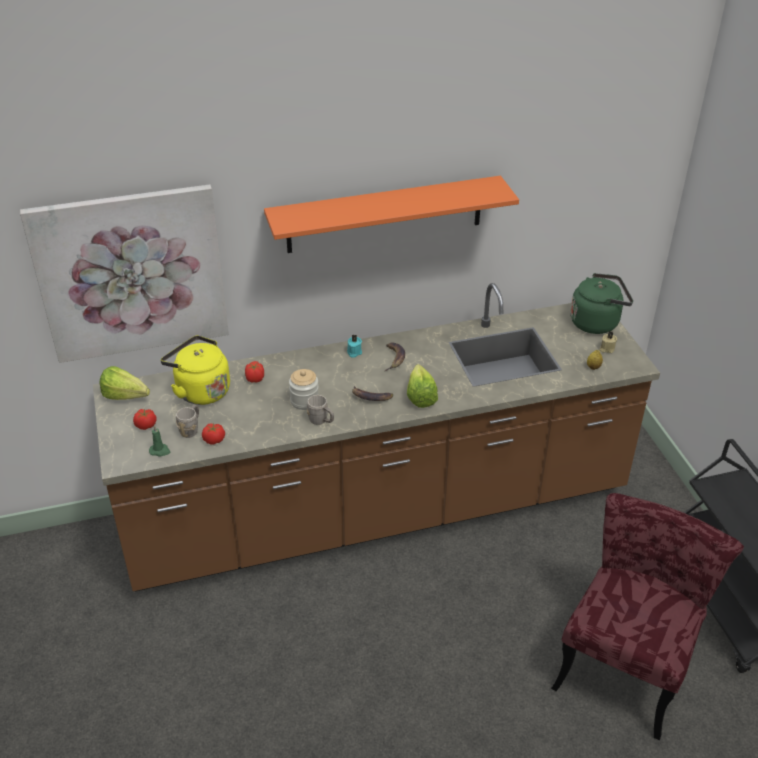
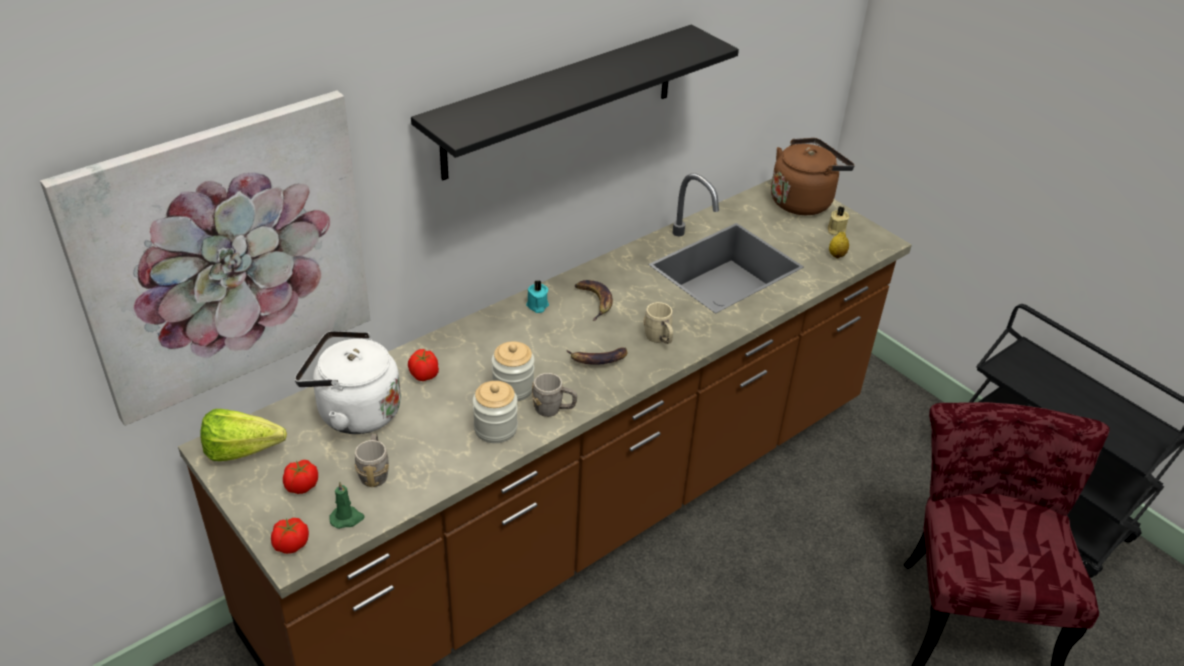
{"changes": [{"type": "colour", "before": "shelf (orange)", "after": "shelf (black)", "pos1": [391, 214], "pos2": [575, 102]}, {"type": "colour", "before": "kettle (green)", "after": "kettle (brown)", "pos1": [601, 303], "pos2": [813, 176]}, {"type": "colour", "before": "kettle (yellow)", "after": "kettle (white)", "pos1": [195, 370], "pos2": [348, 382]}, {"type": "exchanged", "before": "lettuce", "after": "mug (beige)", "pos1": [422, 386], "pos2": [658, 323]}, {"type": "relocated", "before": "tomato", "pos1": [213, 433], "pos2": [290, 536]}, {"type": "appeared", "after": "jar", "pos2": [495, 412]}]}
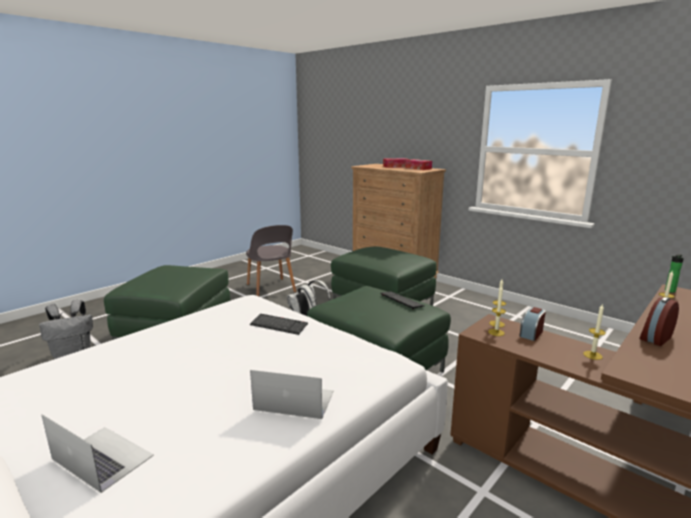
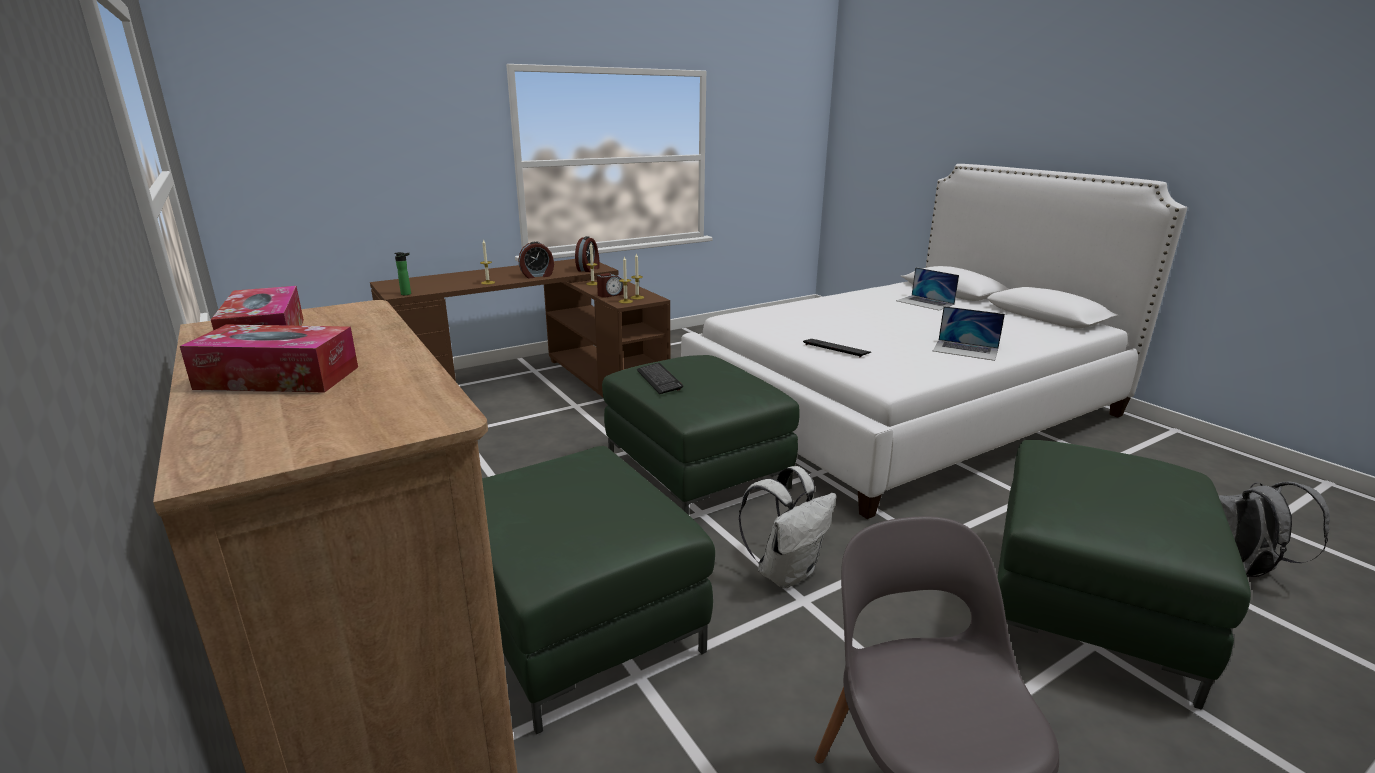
{"changes": [{"type": "relocated", "before": "laptop", "pos1": [292, 394], "pos2": [969, 333]}, {"type": "appeared", "after": "alarm clock", "pos2": [587, 254]}]}
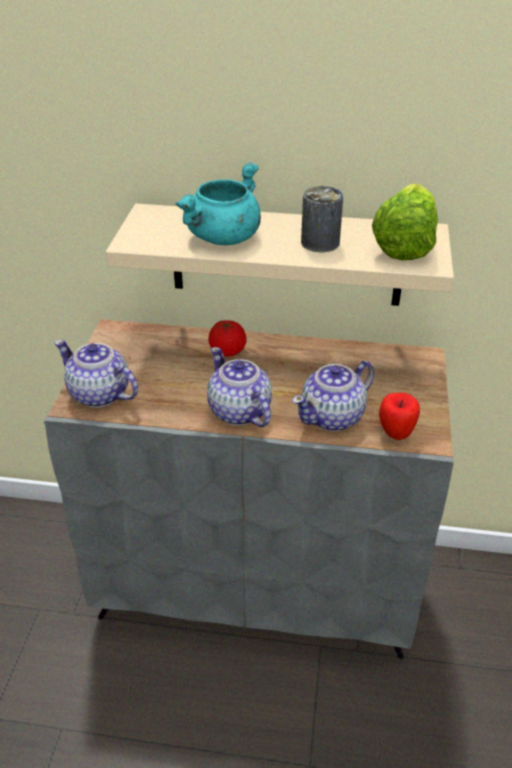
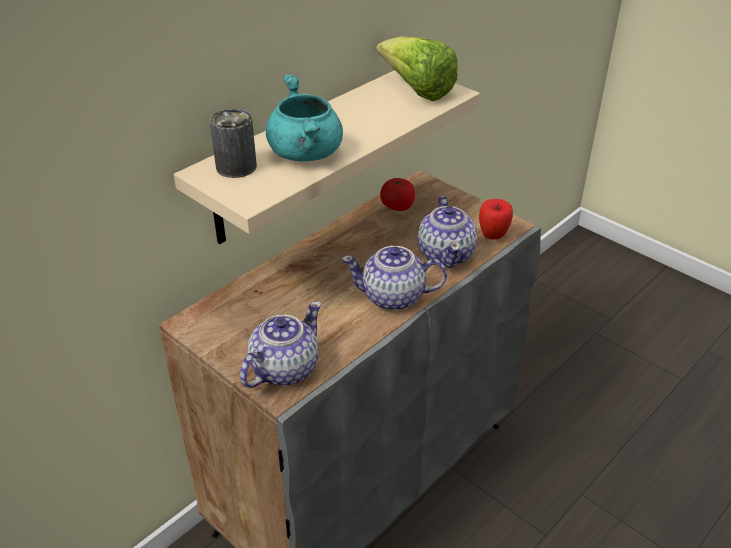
{"changes": [{"type": "relocated", "before": "can", "pos1": [322, 219], "pos2": [233, 143]}, {"type": "relocated", "before": "tomato", "pos1": [228, 338], "pos2": [397, 194]}, {"type": "spun", "before": "teapot", "pos1": [96, 374], "pos2": [281, 344], "turn": 150}]}
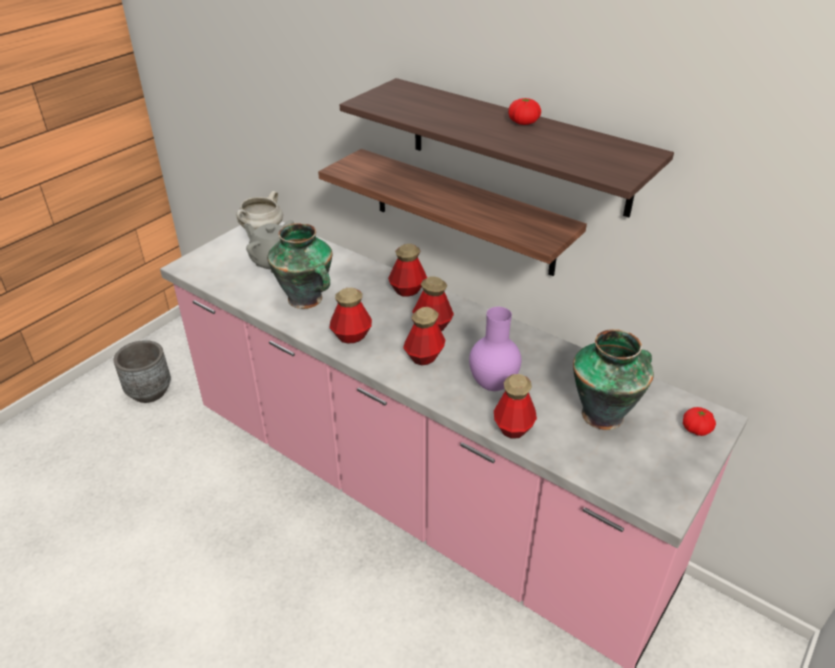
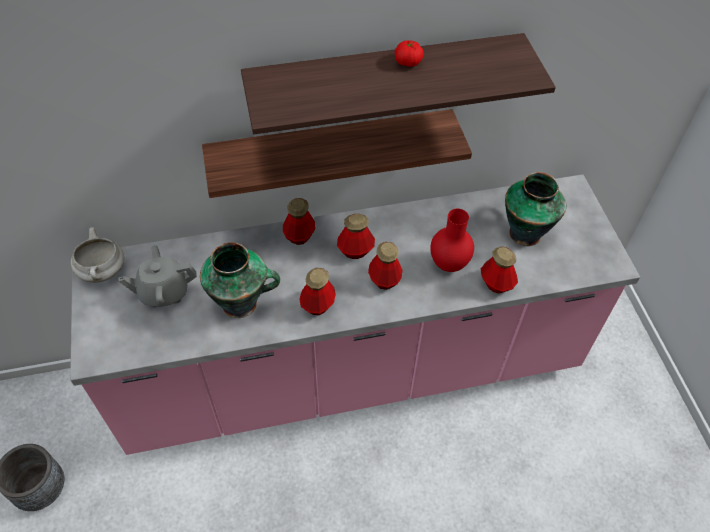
{"changes": [{"type": "colour", "before": "vase (purple)", "after": "vase (red)", "pos1": [495, 349], "pos2": [452, 240]}, {"type": "missing", "before": "tomato", "pos1": [699, 421]}]}
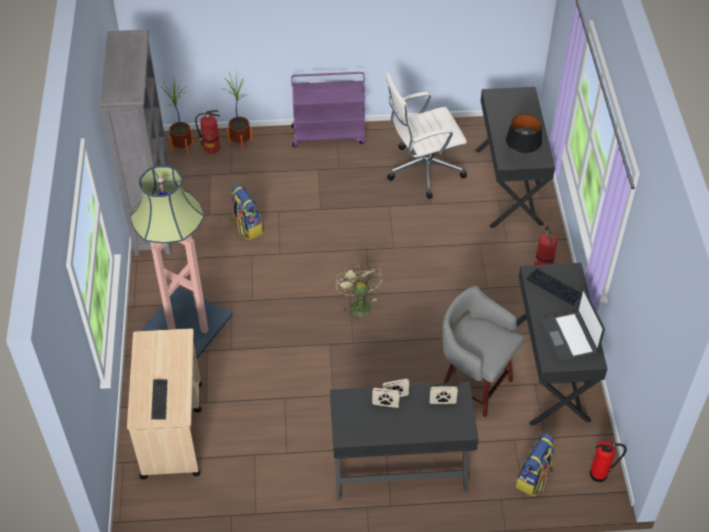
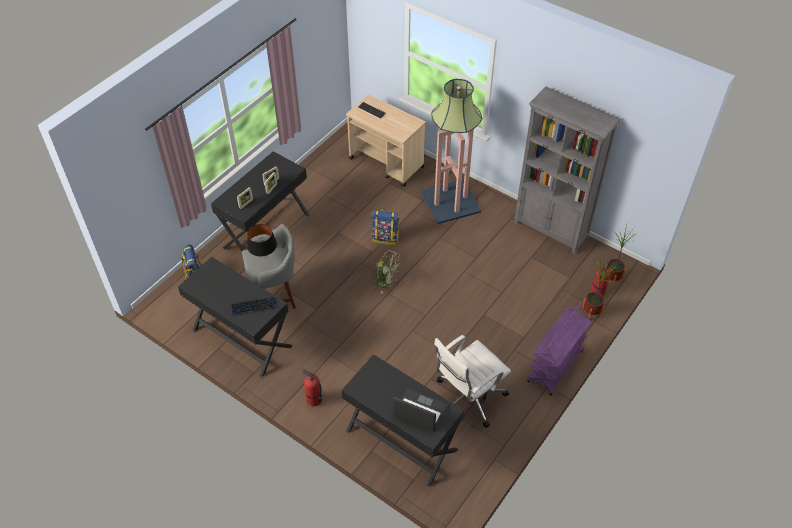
{"changes": [{"type": "spun", "before": "office chair (white)", "pos1": [426, 136], "pos2": [472, 381], "turn": -150}, {"type": "relocated", "before": "table lamp (black)", "pos1": [524, 135], "pos2": [262, 241]}, {"type": "relocated", "before": "backpack", "pos1": [247, 212], "pos2": [385, 227]}, {"type": "relocated", "before": "laptop", "pos1": [573, 324], "pos2": [420, 410]}, {"type": "missing", "before": "fire extinguisher", "pos1": [608, 462]}]}
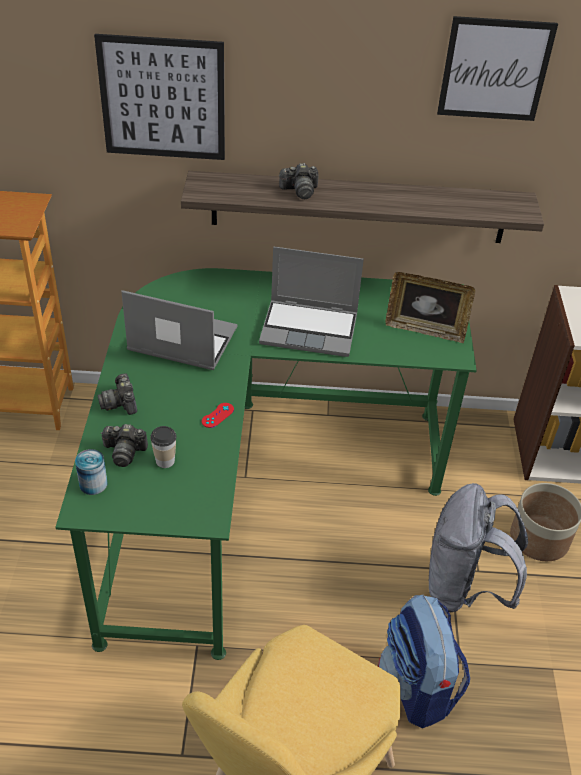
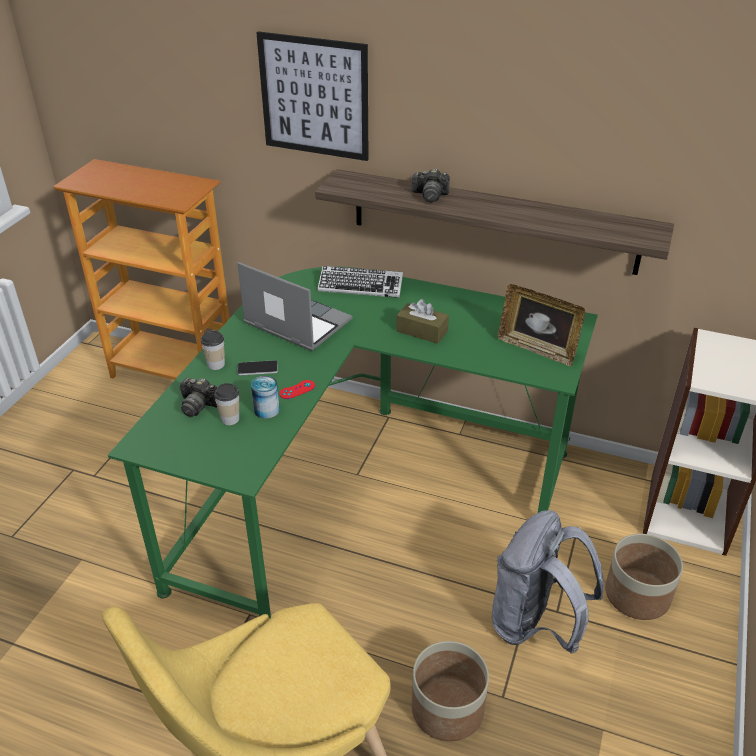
{"changes": [{"type": "missing", "before": "picture", "pos1": [497, 68]}, {"type": "exchanged", "before": "laptop", "after": "tissue box (brown)", "pos1": [311, 302], "pos2": [422, 321]}, {"type": "exchanged", "before": "photo camera", "after": "cup", "pos1": [117, 394], "pos2": [213, 350]}, {"type": "relocated", "before": "can", "pos1": [91, 472], "pos2": [265, 397]}, {"type": "exchanged", "before": "backpack", "after": "planter", "pos1": [424, 661], "pos2": [450, 691]}, {"type": "appeared", "after": "keyboard", "pos2": [360, 282]}, {"type": "appeared", "after": "phone", "pos2": [257, 368]}]}
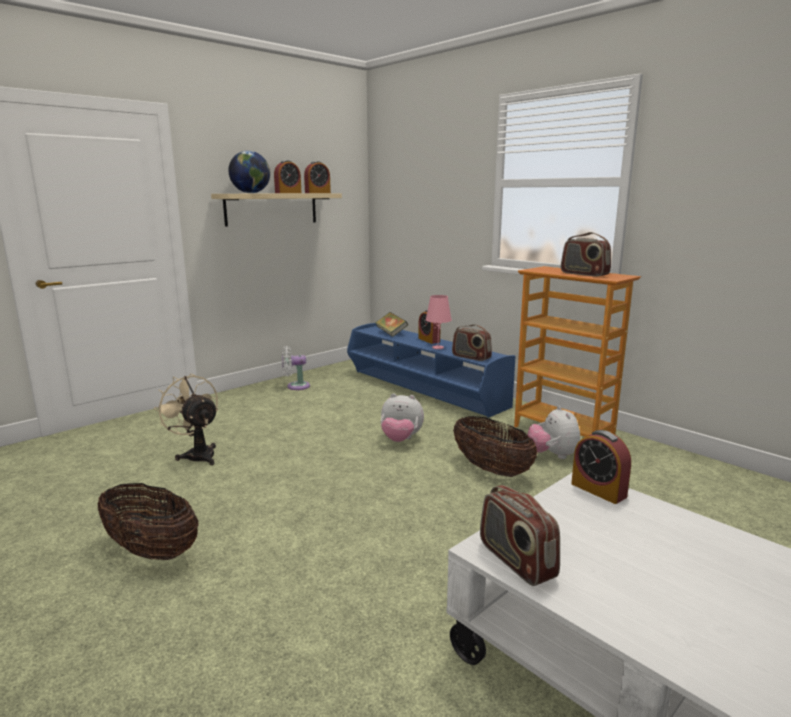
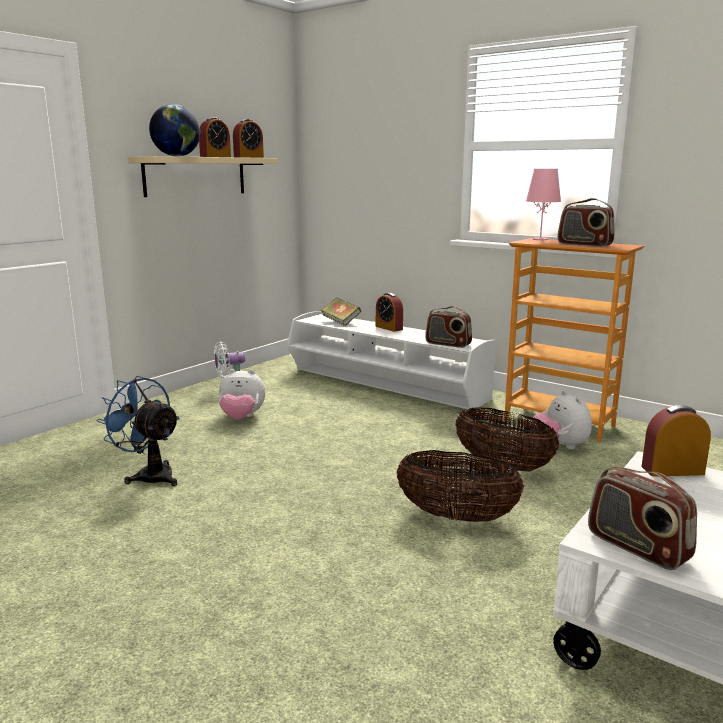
{"changes": [{"type": "relocated", "before": "table lamp (pink)", "pos1": [438, 322], "pos2": [543, 204]}, {"type": "colour", "before": "tv stand (blue)", "after": "tv stand (white)", "pos1": [431, 370], "pos2": [391, 360]}, {"type": "colour", "before": "fan (beige)", "after": "fan (blue)", "pos1": [186, 419], "pos2": [138, 431]}, {"type": "relocated", "before": "plush toy", "pos1": [402, 417], "pos2": [242, 394]}, {"type": "spun", "before": "alarm clock", "pos1": [601, 467], "pos2": [676, 441], "turn": 135}, {"type": "relocated", "before": "basket", "pos1": [148, 521], "pos2": [460, 486]}]}
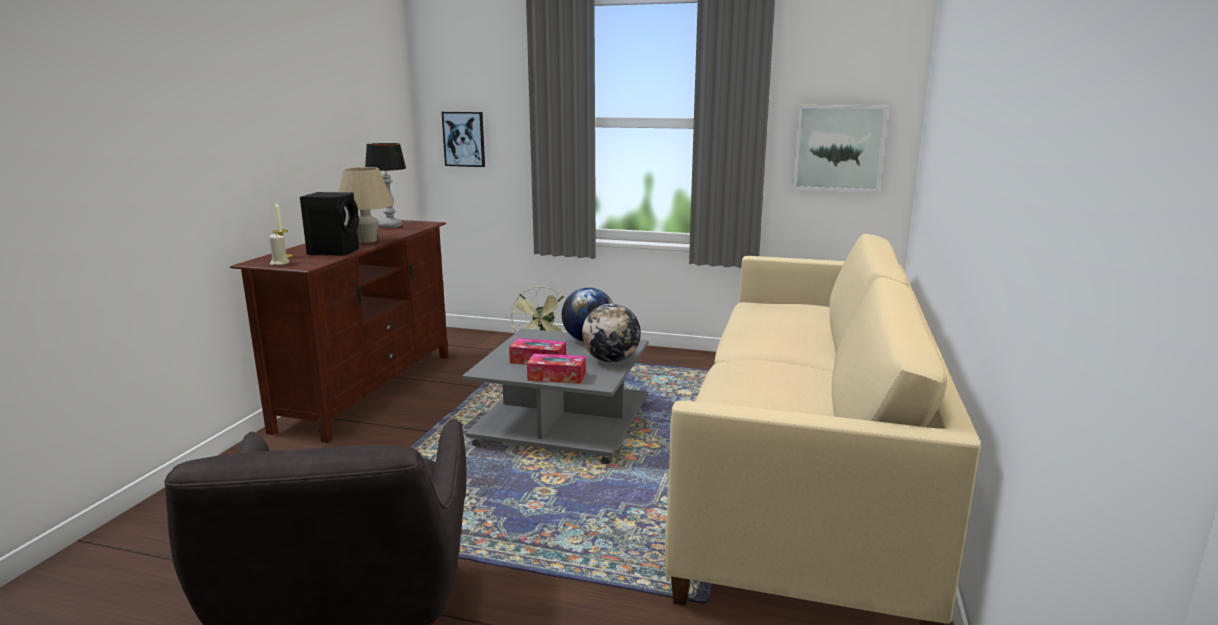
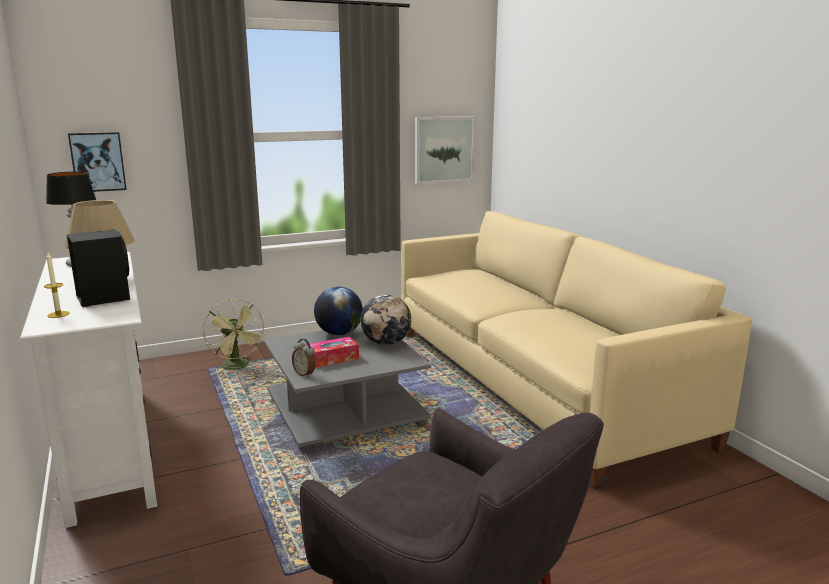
{"changes": [{"type": "colour", "before": "tv stand (brown)", "after": "tv stand (white)", "pos1": [339, 331], "pos2": [88, 390]}, {"type": "missing", "before": "candle (beige)", "pos1": [279, 249]}, {"type": "missing", "before": "tissue box", "pos1": [556, 368]}, {"type": "appeared", "after": "alarm clock", "pos2": [303, 358]}]}
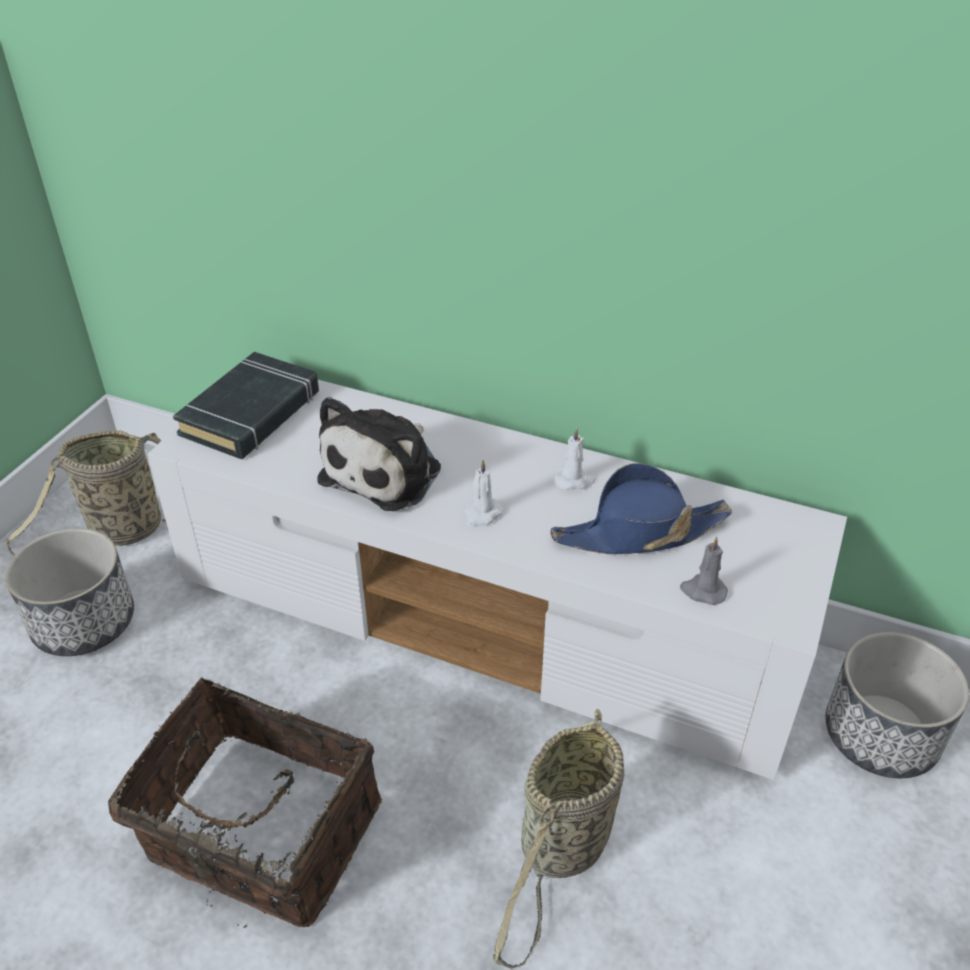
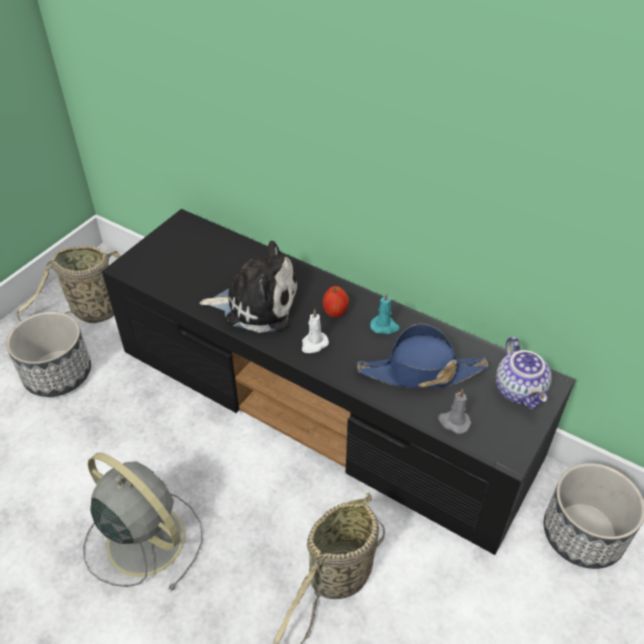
{"changes": [{"type": "missing", "before": "book (black)", "pos1": [246, 405]}, {"type": "colour", "before": "tv stand (white)", "after": "tv stand (black)", "pos1": [497, 580], "pos2": [338, 382]}, {"type": "spun", "before": "plush toy", "pos1": [379, 454], "pos2": [249, 287], "turn": -120}, {"type": "colour", "before": "candle (white)", "after": "candle (turquoise)", "pos1": [574, 459], "pos2": [385, 313]}, {"type": "exchanged", "before": "basket", "after": "fan (grey)", "pos1": [245, 802], "pos2": [143, 522]}, {"type": "appeared", "after": "apple", "pos2": [336, 302]}, {"type": "appeared", "after": "teapot", "pos2": [524, 373]}]}
